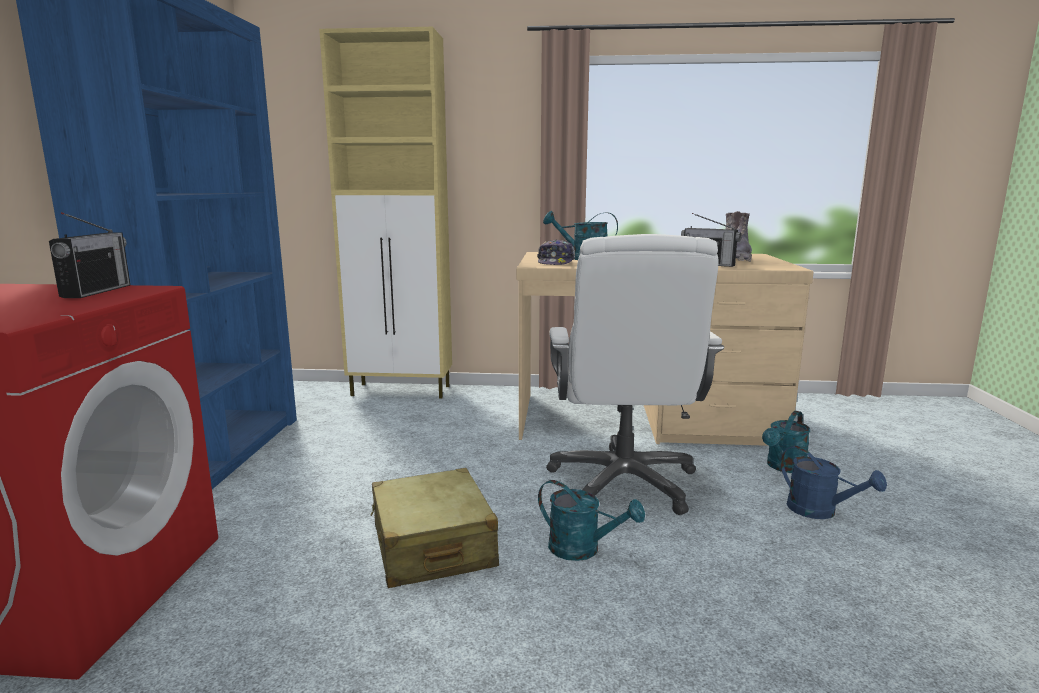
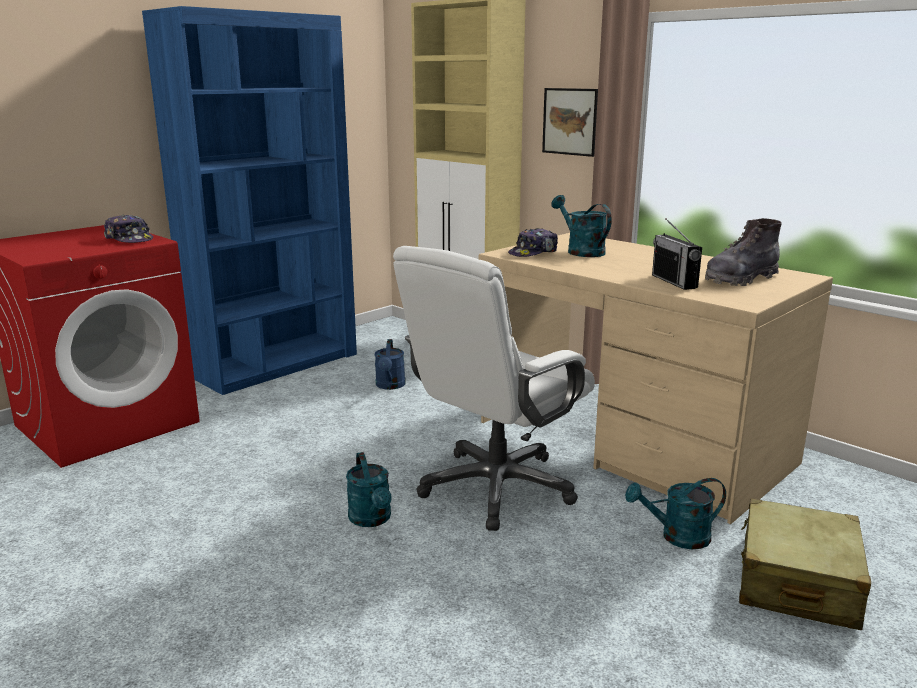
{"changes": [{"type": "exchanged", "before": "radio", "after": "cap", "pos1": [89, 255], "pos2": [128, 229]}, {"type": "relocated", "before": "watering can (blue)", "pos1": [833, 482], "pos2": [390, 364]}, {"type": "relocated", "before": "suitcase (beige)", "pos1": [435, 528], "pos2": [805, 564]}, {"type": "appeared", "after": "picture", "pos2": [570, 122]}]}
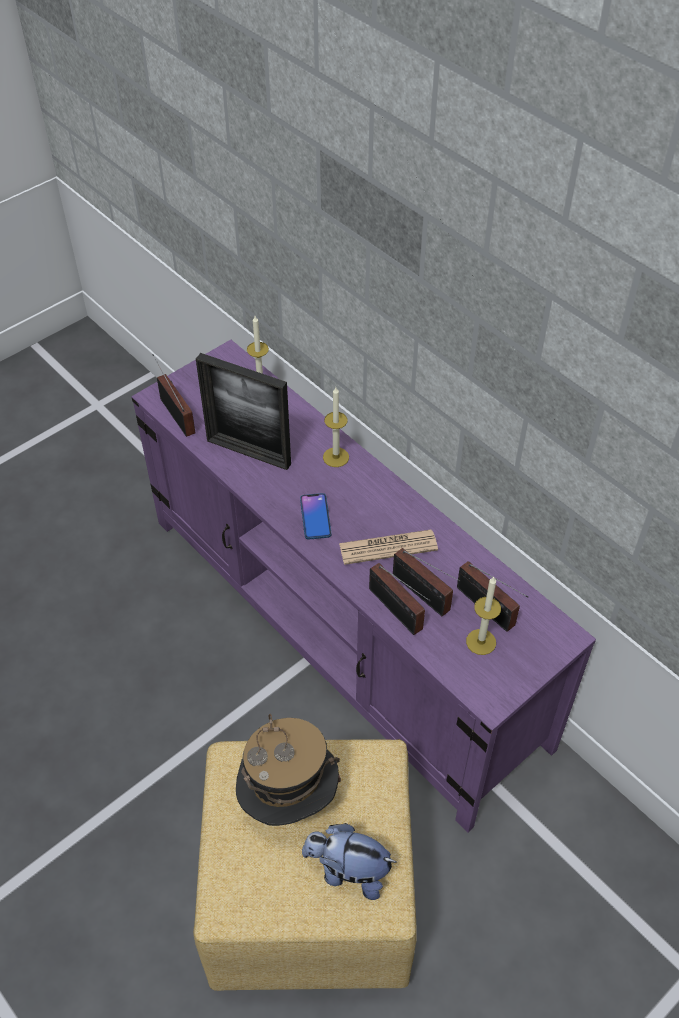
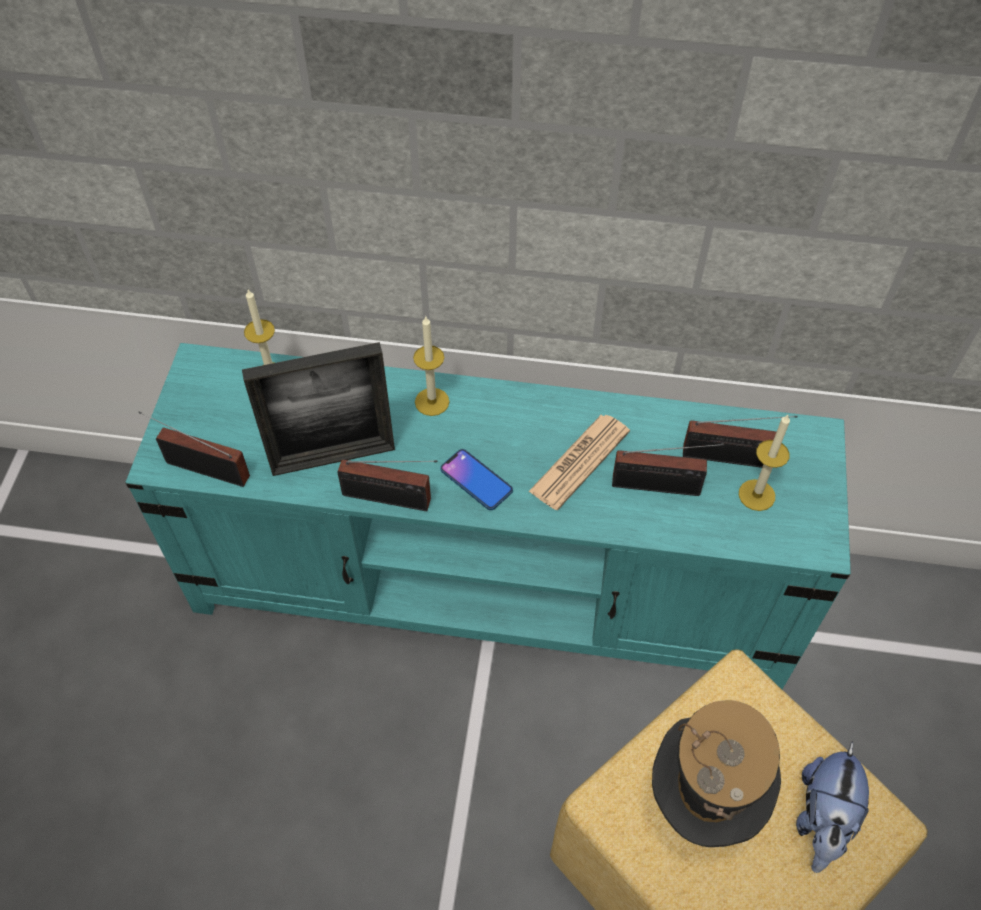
{"changes": [{"type": "colour", "before": "tv stand (purple)", "after": "tv stand (turquoise)", "pos1": [364, 586], "pos2": [488, 516]}, {"type": "relocated", "before": "radio", "pos1": [400, 599], "pos2": [387, 485]}, {"type": "spun", "before": "plush toy", "pos1": [349, 861], "pos2": [832, 807], "turn": -45}]}
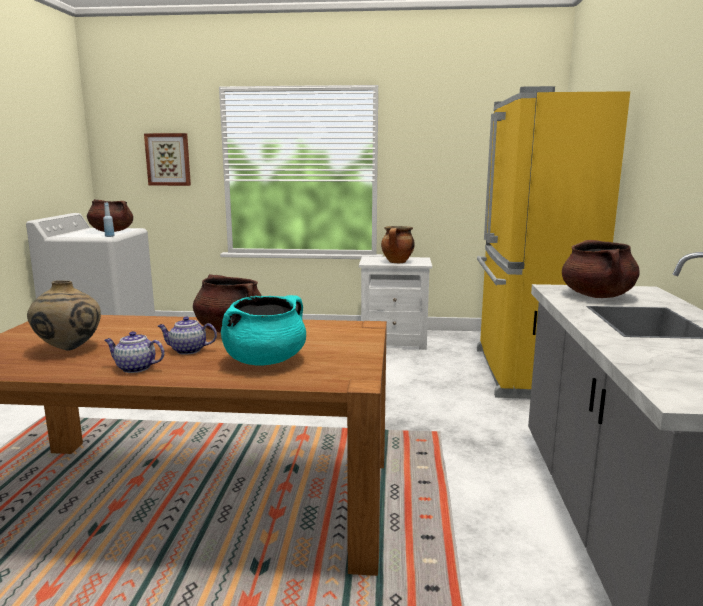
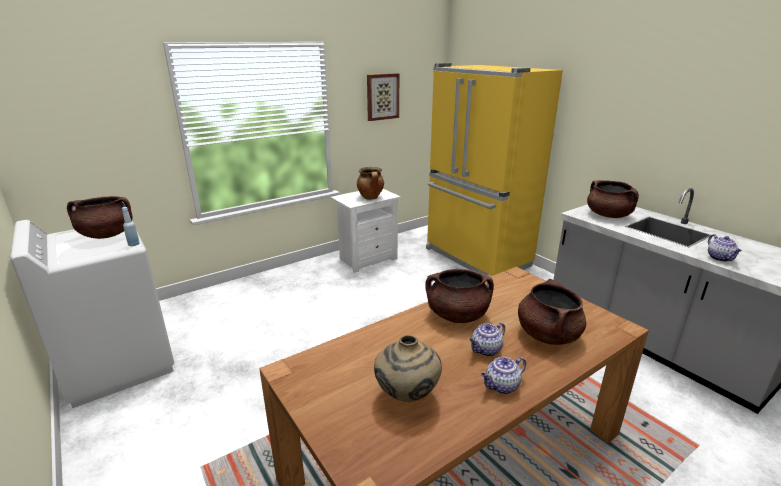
{"changes": [{"type": "relocated", "before": "picture", "pos1": [167, 159], "pos2": [383, 97]}, {"type": "colour", "before": "cooking pot (turquoise)", "after": "cooking pot (brown)", "pos1": [263, 330], "pos2": [552, 312]}, {"type": "appeared", "after": "teapot", "pos2": [725, 248]}]}
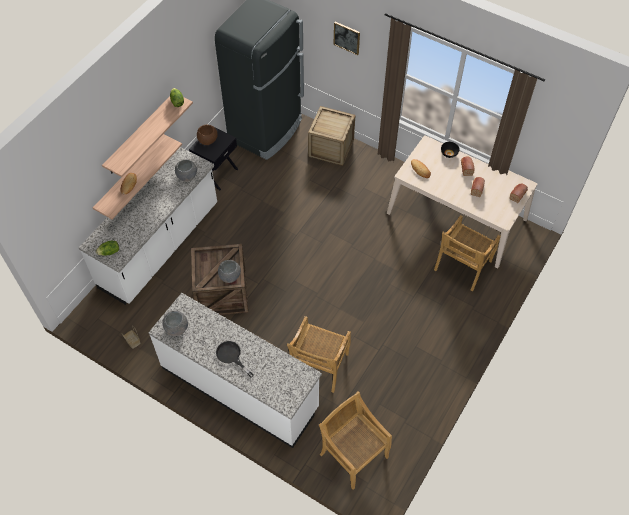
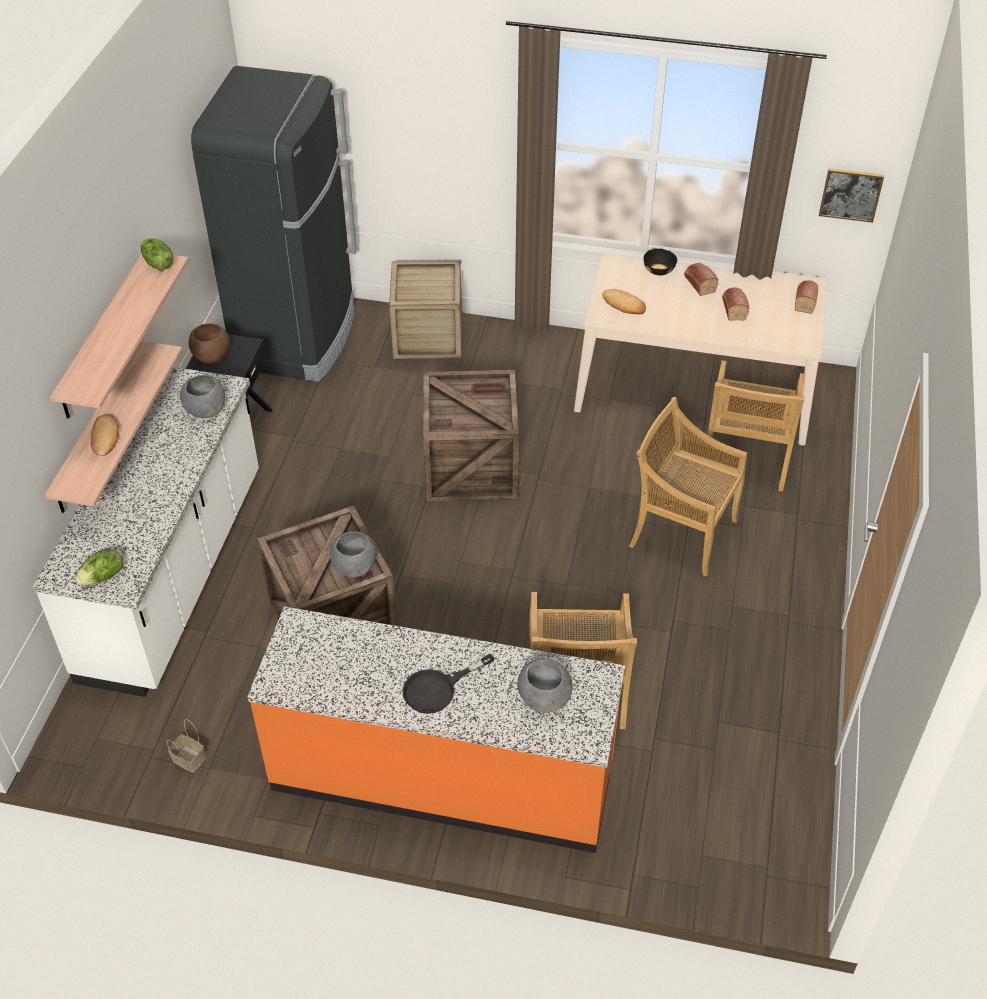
{"changes": [{"type": "relocated", "before": "picture", "pos1": [347, 38], "pos2": [851, 195]}, {"type": "colour", "before": "counter (white)", "after": "counter (orange)", "pos1": [235, 370], "pos2": [436, 729]}, {"type": "relocated", "before": "bowl (grey)", "pos1": [175, 323], "pos2": [544, 686]}, {"type": "spun", "before": "frying pan (black)", "pos1": [235, 359], "pos2": [448, 684], "turn": -60}, {"type": "relocated", "before": "chair (beige)", "pos1": [355, 440], "pos2": [688, 487]}, {"type": "appeared", "after": "crate", "pos2": [471, 436]}]}
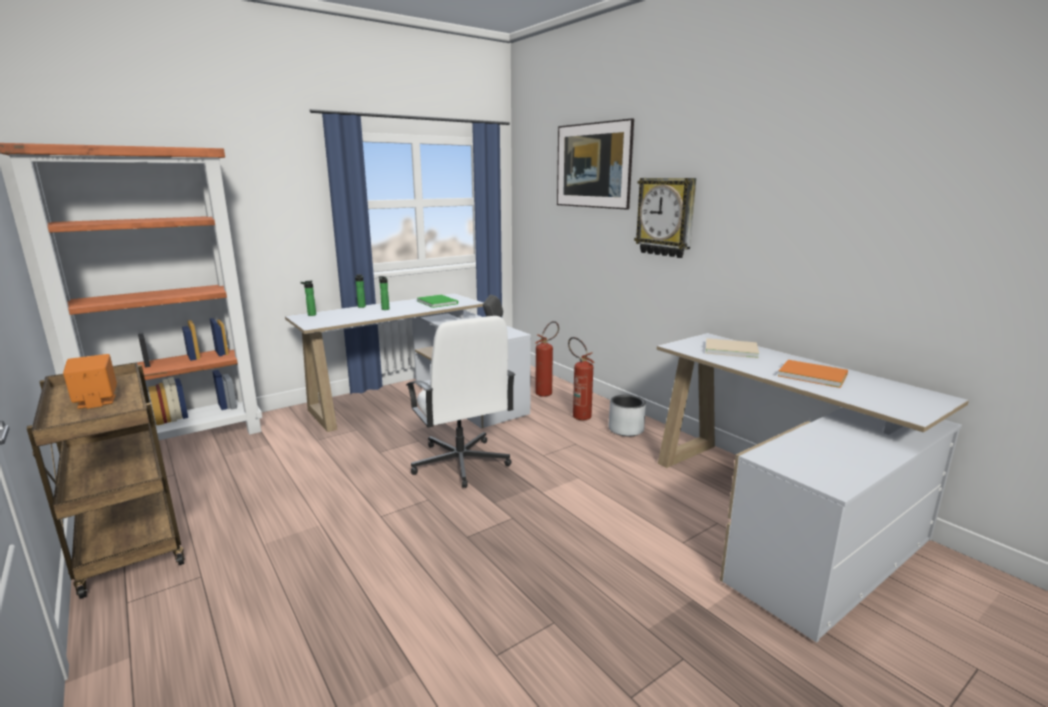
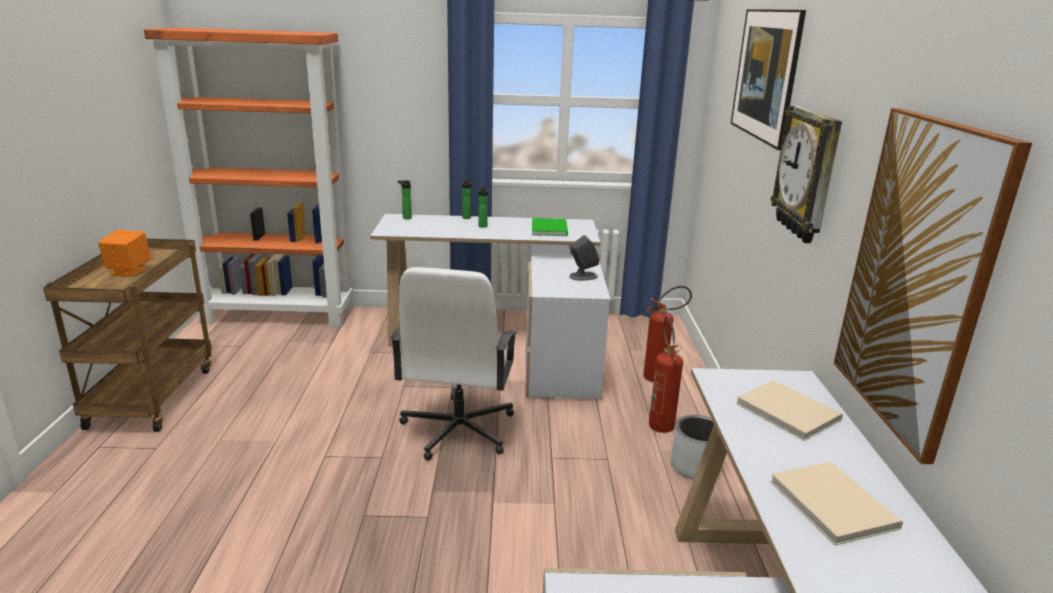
{"changes": [{"type": "colour", "before": "book (orange)", "after": "book (beige)", "pos1": [813, 374], "pos2": [836, 503]}, {"type": "appeared", "after": "picture", "pos2": [933, 286]}]}
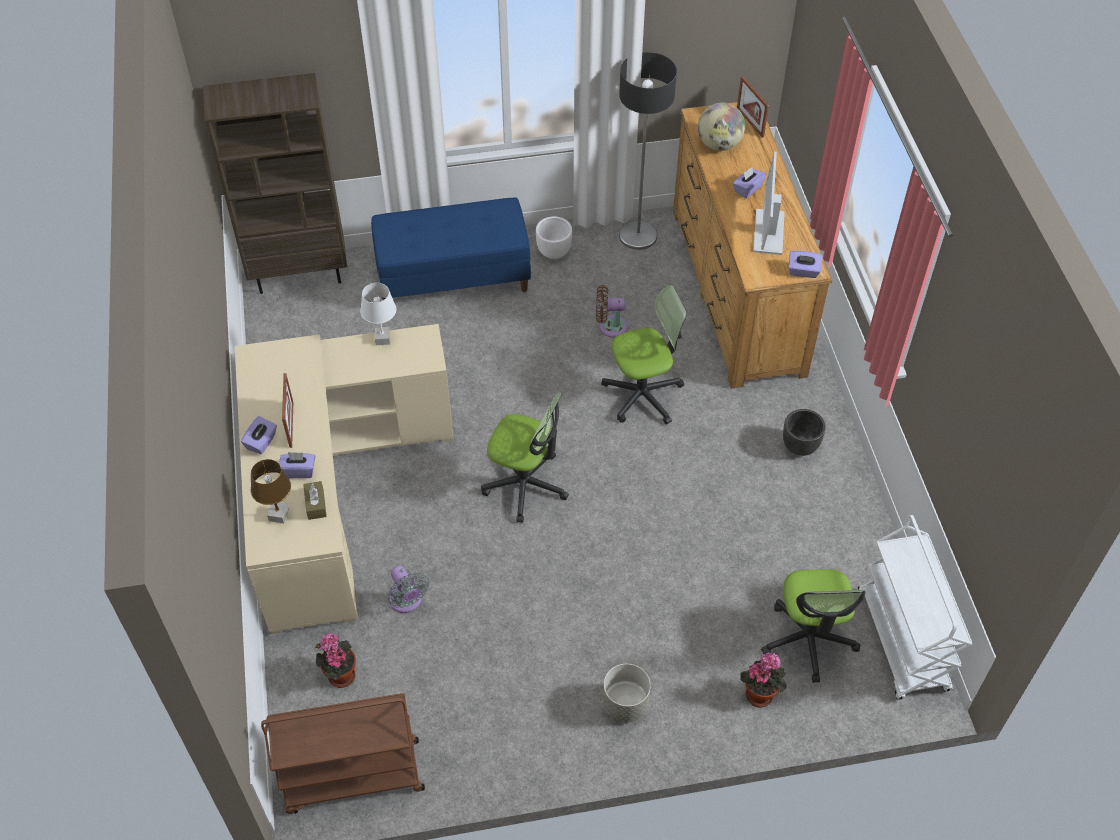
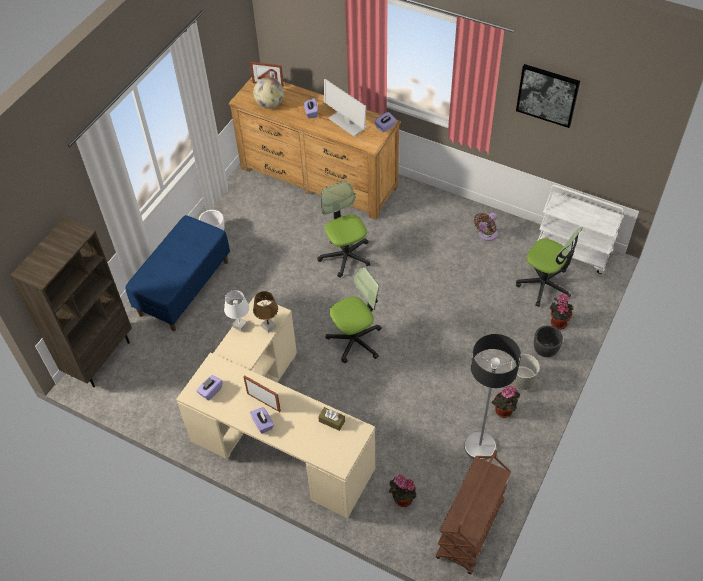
{"changes": [{"type": "relocated", "before": "floor lamp", "pos1": [648, 151], "pos2": [492, 397]}, {"type": "relocated", "before": "fan (brown)", "pos1": [612, 311], "pos2": [485, 226]}, {"type": "spun", "before": "office chair", "pos1": [644, 355], "pos2": [343, 229], "turn": -45}, {"type": "relocated", "before": "planter (black)", "pos1": [804, 432], "pos2": [548, 341]}, {"type": "relocated", "before": "tissue box (purple)", "pos1": [297, 465], "pos2": [209, 388]}, {"type": "relocated", "before": "table lamp (brown)", "pos1": [271, 491], "pos2": [265, 312]}, {"type": "missing", "before": "fan (grey)", "pos1": [408, 589]}, {"type": "appeared", "after": "picture", "pos2": [548, 96]}, {"type": "appeared", "after": "potted plant", "pos2": [506, 402]}]}
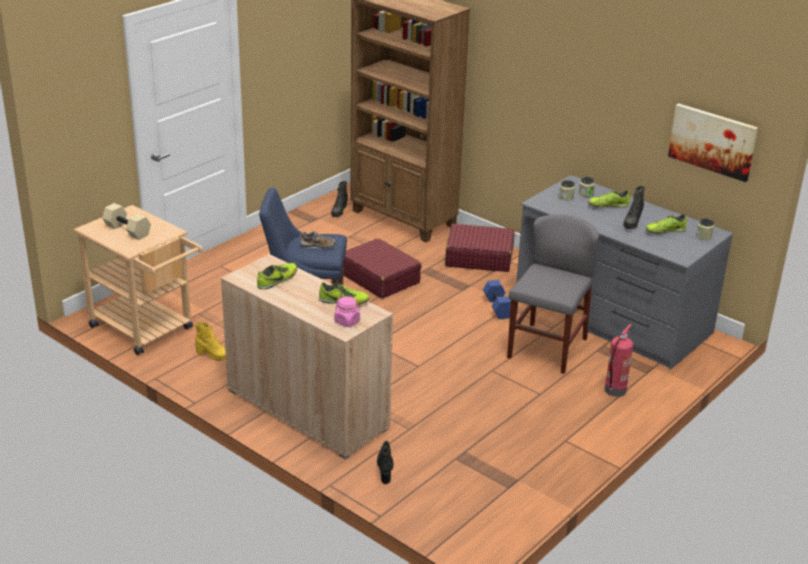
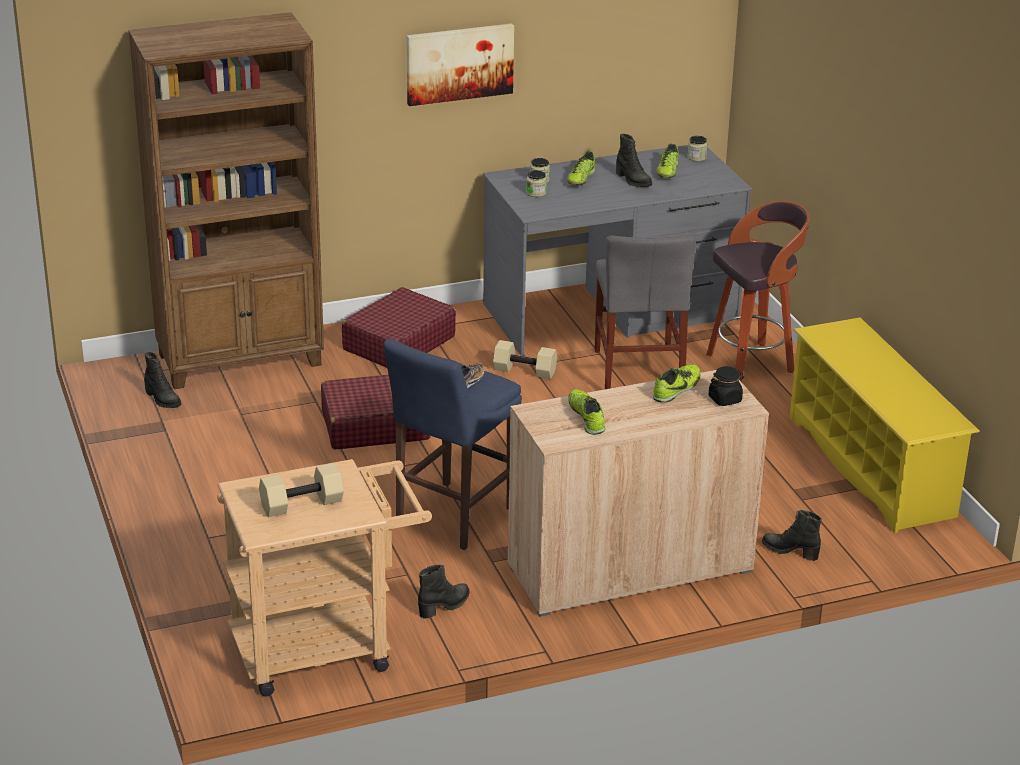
{"changes": [{"type": "relocated", "before": "picture", "pos1": [713, 142], "pos2": [460, 65]}, {"type": "spun", "before": "chair (grey)", "pos1": [553, 294], "pos2": [645, 311], "turn": -150}, {"type": "colour", "before": "dumbbell (blue)", "after": "dumbbell (beige)", "pos1": [497, 299], "pos2": [525, 359]}, {"type": "colour", "before": "jar (pink)", "after": "jar (black)", "pos1": [347, 312], "pos2": [726, 386]}, {"type": "colour", "before": "boot (yellow)", "after": "boot (black)", "pos1": [210, 341], "pos2": [443, 592]}, {"type": "exchanged", "before": "fire extinguisher", "after": "stool", "pos1": [619, 360], "pos2": [758, 291]}, {"type": "appeared", "after": "shoe rack (yellow)", "pos2": [884, 425]}]}
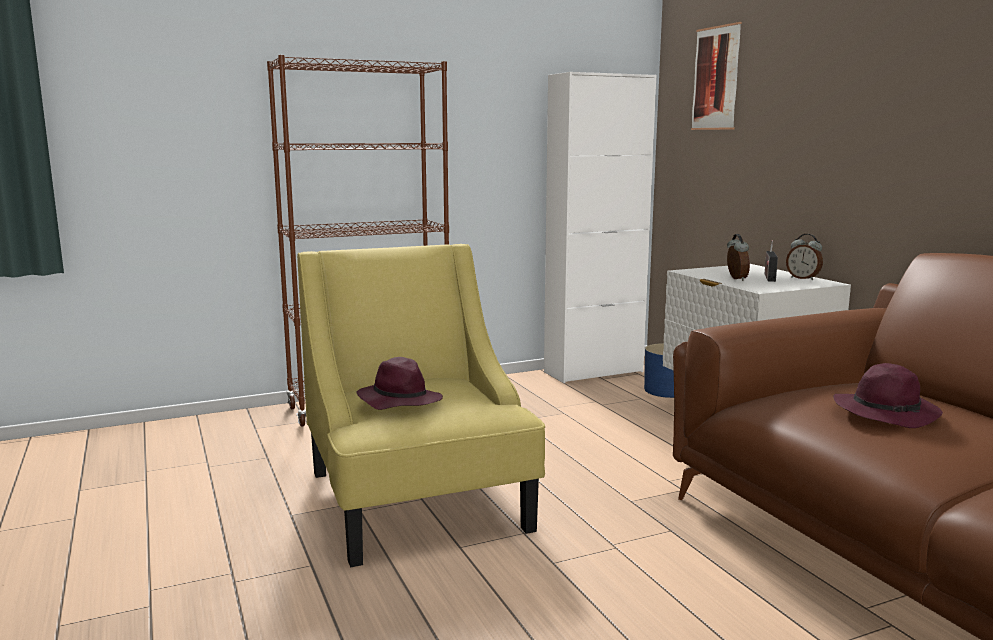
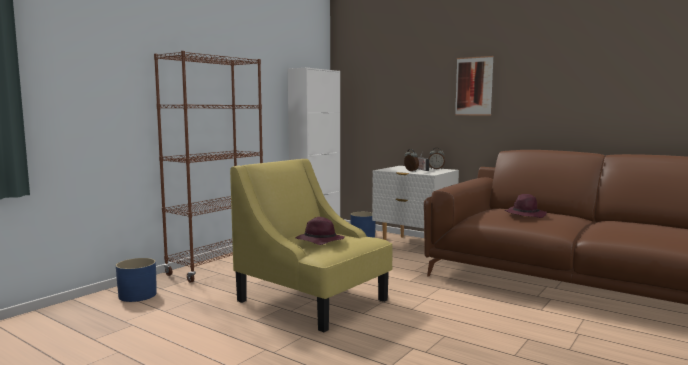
{"changes": [{"type": "relocated", "before": "picture", "pos1": [716, 76], "pos2": [474, 86]}, {"type": "appeared", "after": "planter (blue)", "pos2": [136, 280]}]}
